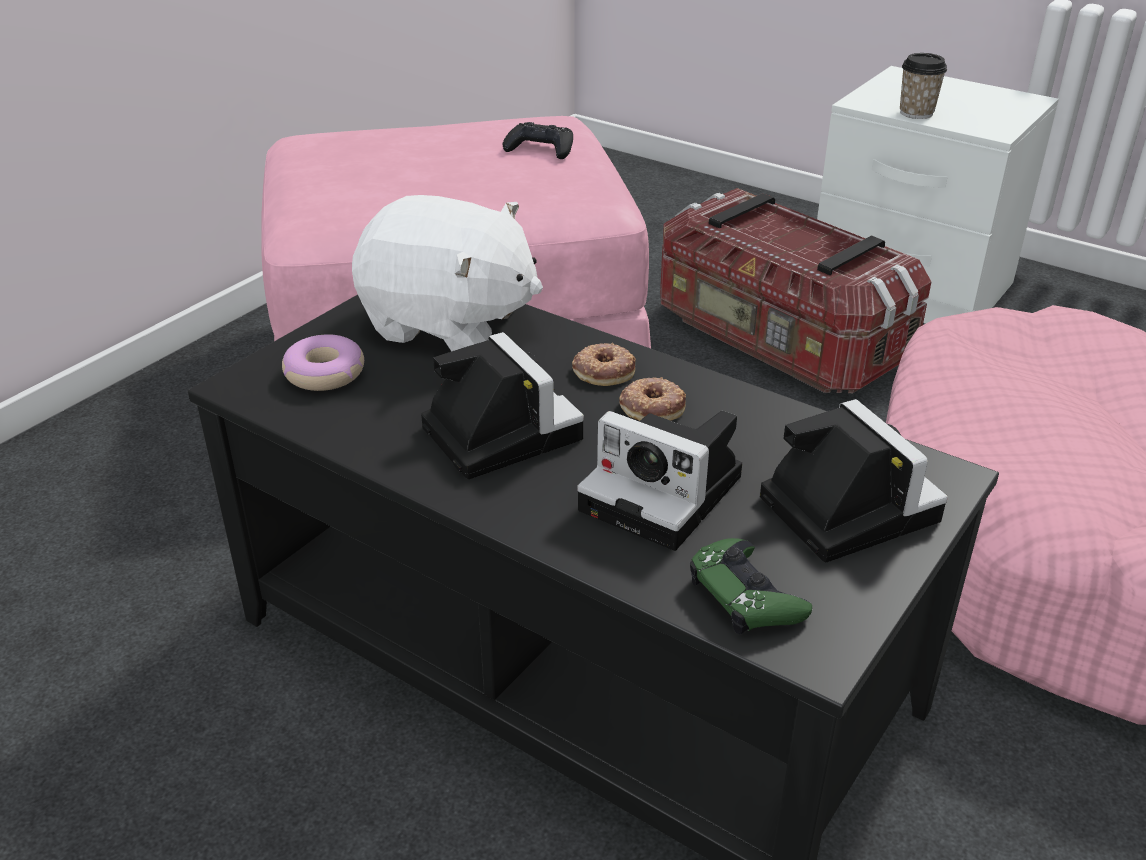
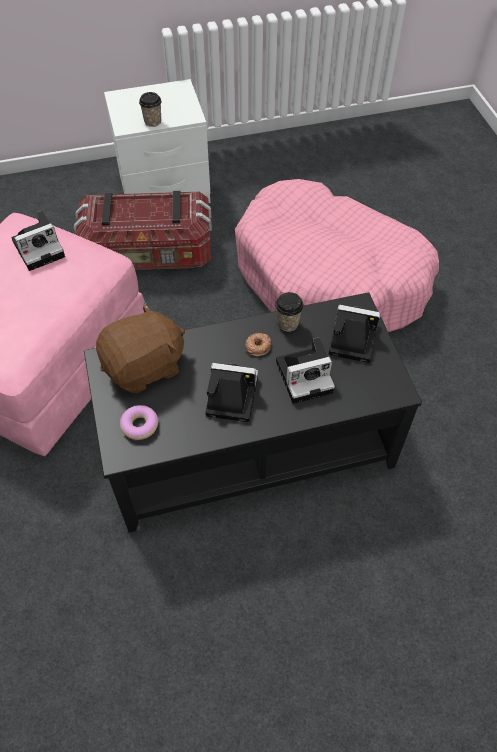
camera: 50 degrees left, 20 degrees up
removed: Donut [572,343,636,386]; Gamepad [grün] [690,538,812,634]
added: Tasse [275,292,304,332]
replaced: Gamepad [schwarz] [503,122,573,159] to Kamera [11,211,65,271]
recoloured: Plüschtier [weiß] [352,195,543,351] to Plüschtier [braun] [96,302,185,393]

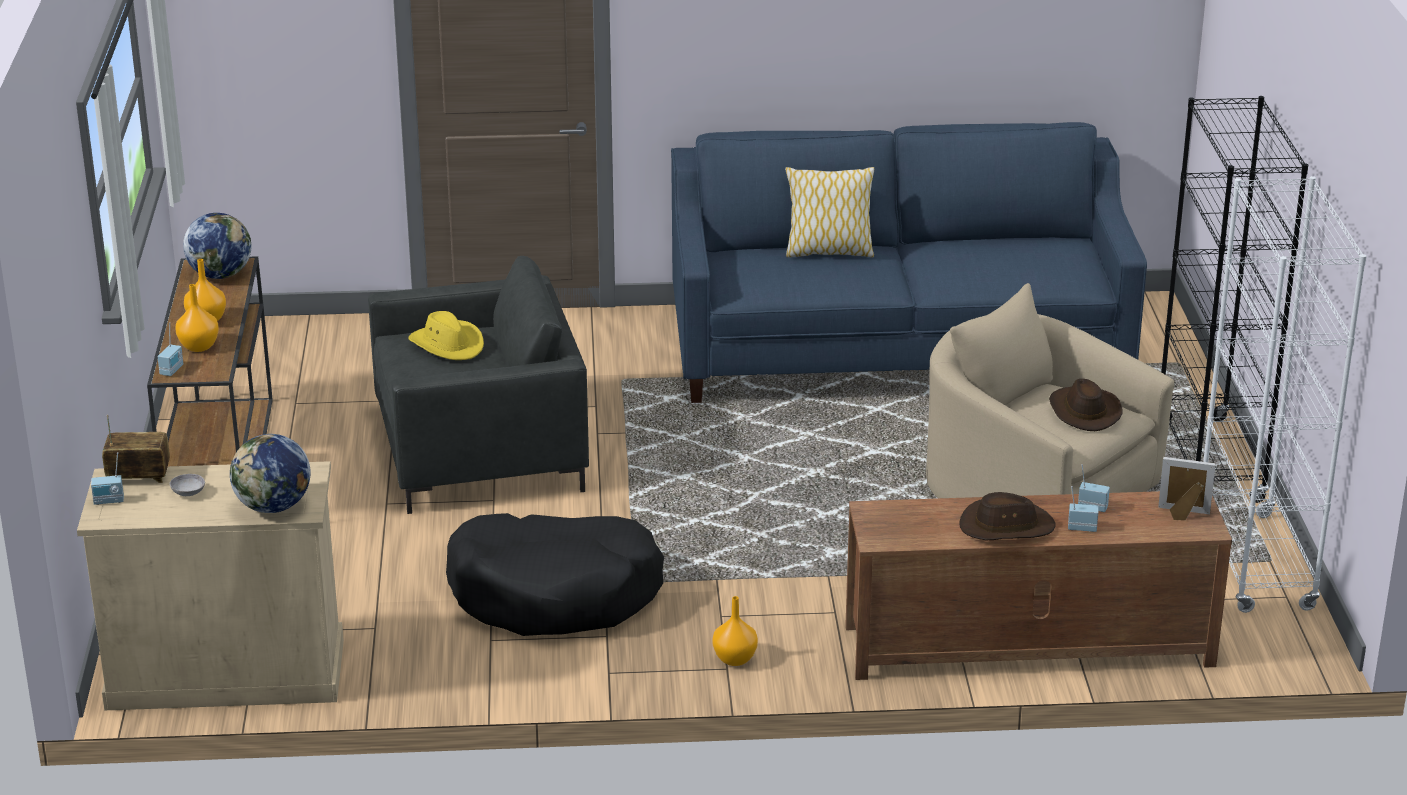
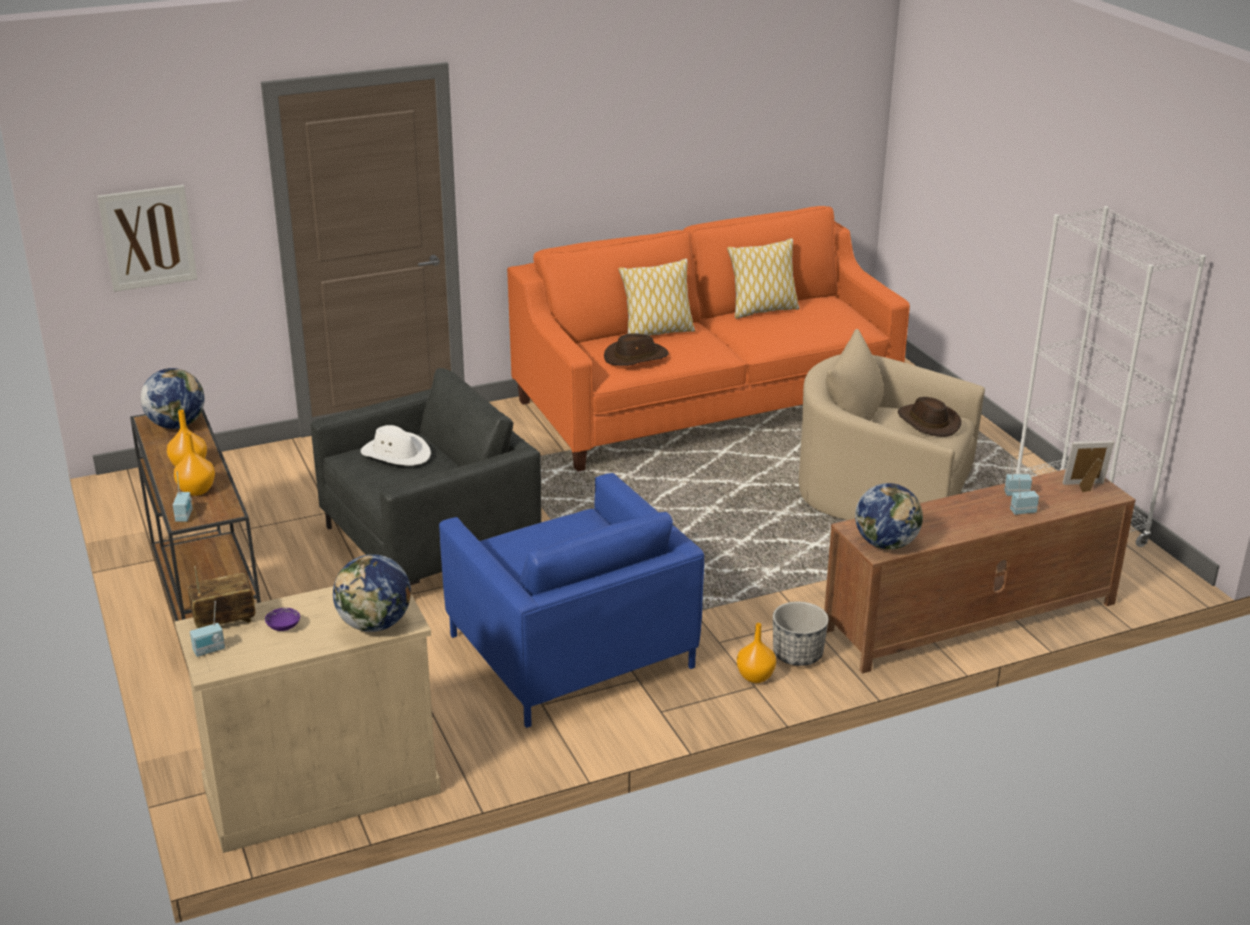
camera: 20 degrees left, 0 degrees up
removed: Bücherregal [schwarz] [1161,96,1308,503]
added: Bild [97,185,197,292]; Kissen [727,238,800,319]; Globus [855,483,923,550]; Pflanzkübel [773,602,829,666]
moved: Hut [braun] [960,492,1056,540] to [604,333,668,366]
replaced: Hundebett [schwarz] [446,513,664,636] to Sessel [blau] [439,473,704,728]
recoloured: Sofa [blau] [671,122,1147,403] to Sofa [orange] [507,206,910,472]; Hut [gelb] [409,311,484,360] to Hut [weiß] [361,425,431,466]; Schüssel [grau] [170,474,205,496] to Schüssel [lila] [265,608,300,631]

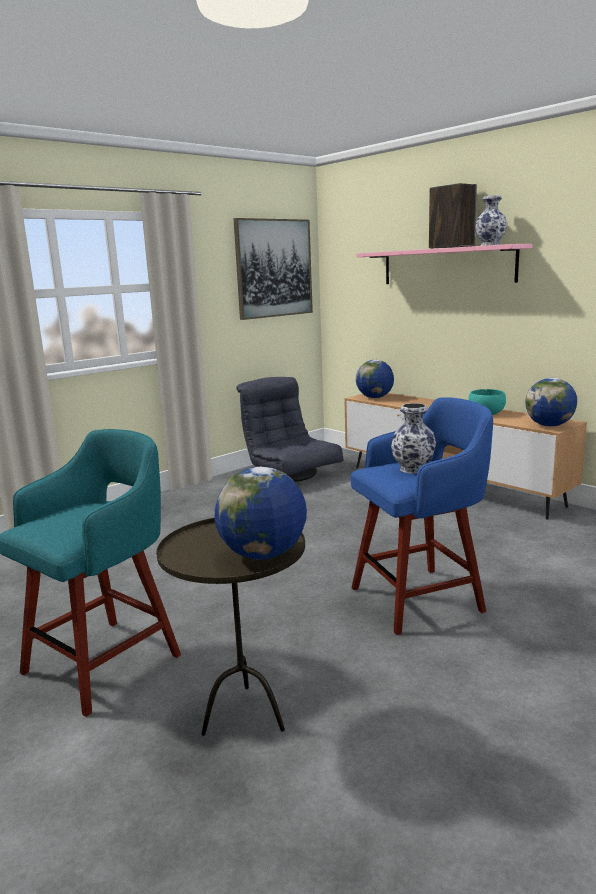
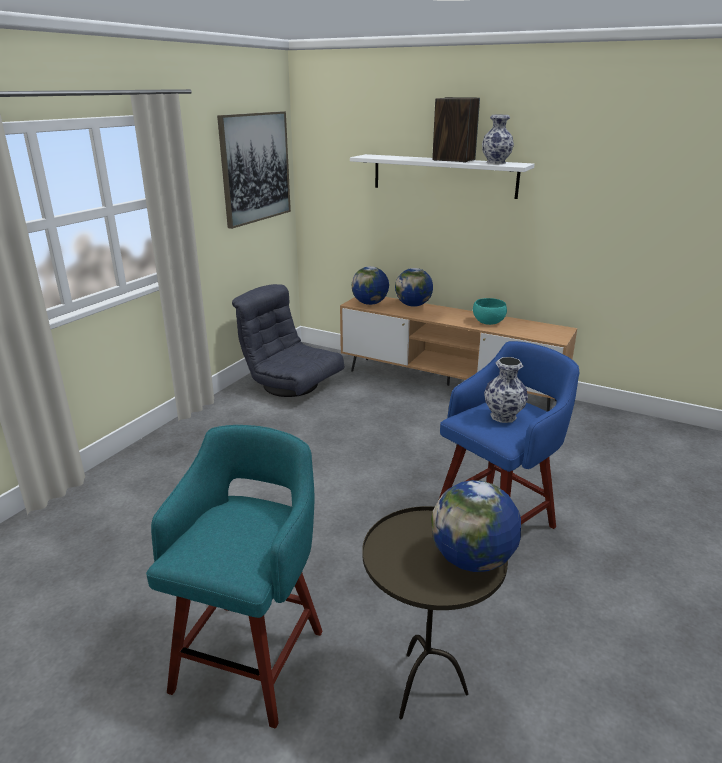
camera: 20 degrees left, 10 degrees up
moved: Globus [525,378,577,427] to [395,268,433,307]
recoloured: Wandregal [rosa] [357,244,533,284] to Wandregal [weiß] [350,154,534,199]

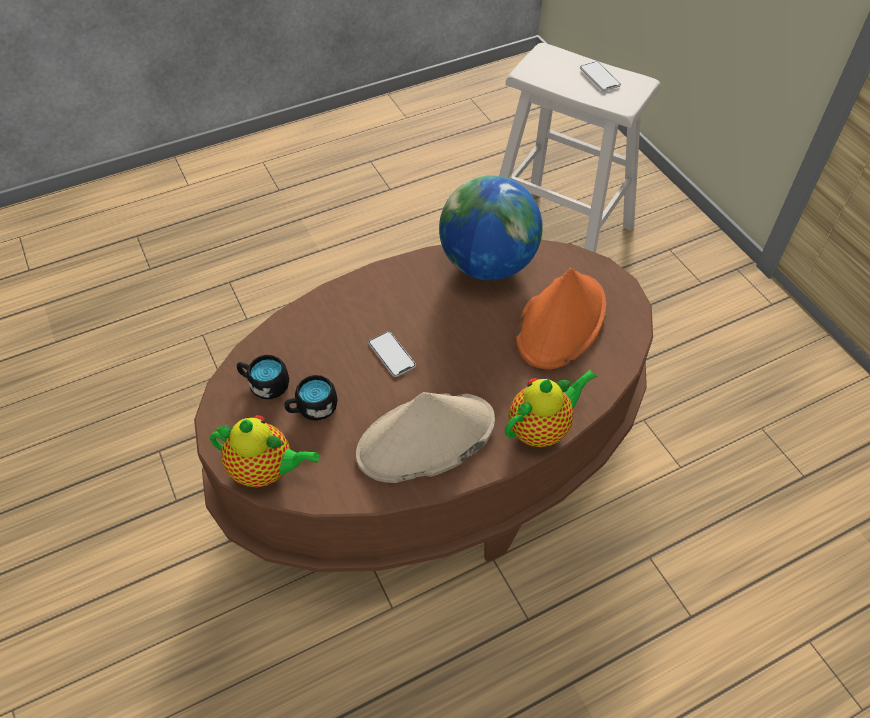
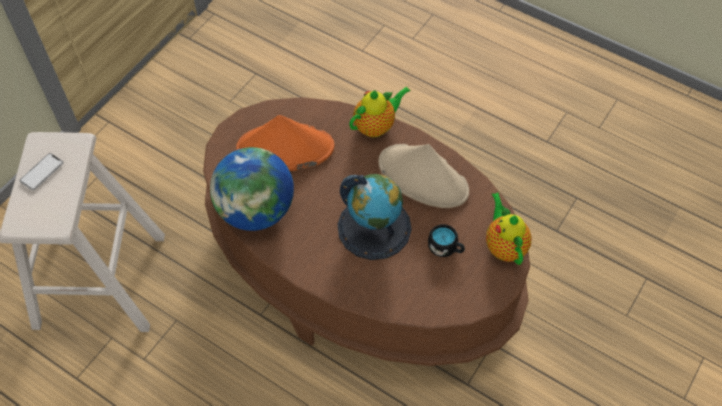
camera: 120 degrees left, 5 degrees up
removed: Henkelbecher [schwarz] [237,355,289,399]
replaced: Handy [368,331,416,377] to Globus [338,174,412,260]
turned: Teekanne [505,370,597,447] = [349,86,411,137] 120 degrees clockwise

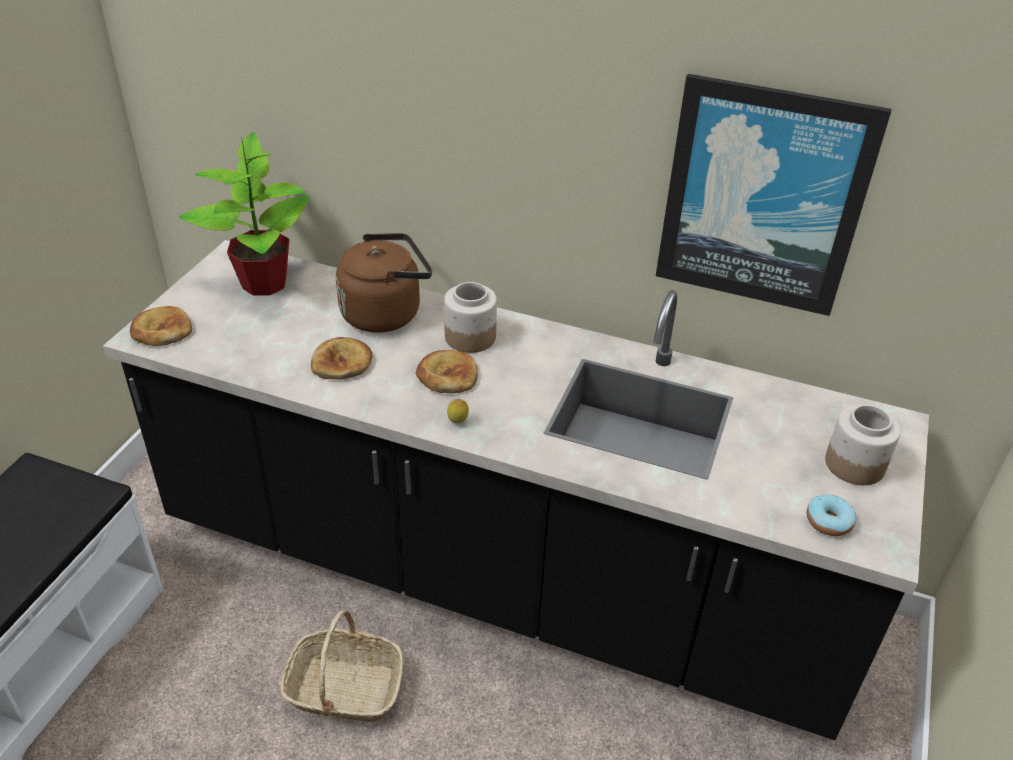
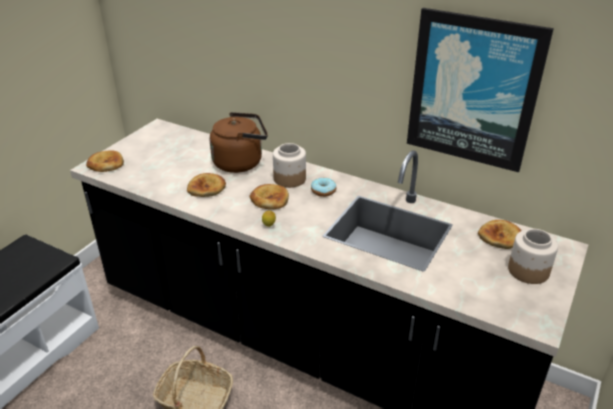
camera: 10 degrees right, 5 degrees down
removed: Topfpflanze [179,132,310,296]
added: Brot [478,220,522,249]
moved: Donut [806,494,856,536] to [311,178,336,197]

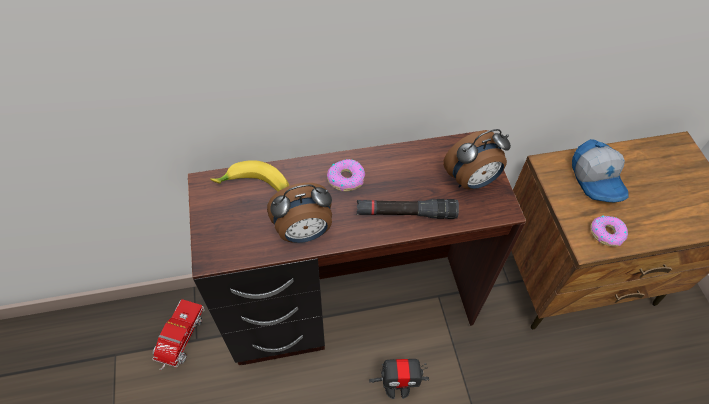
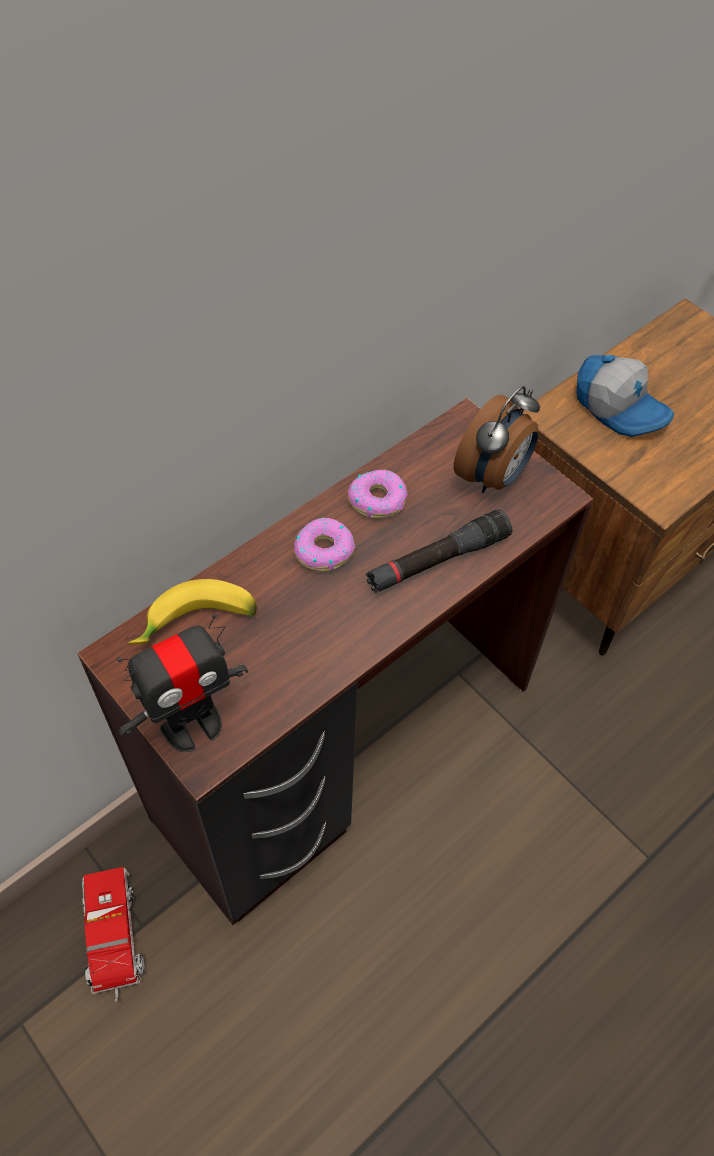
camera: 30 degrees left, 0 degrees up
removed: Wecker [267,183,332,243]
moved: Donut [590,215,628,247] to [348,469,407,519]; Spielzeugroboter [369,359,429,399] to [117,614,248,752]

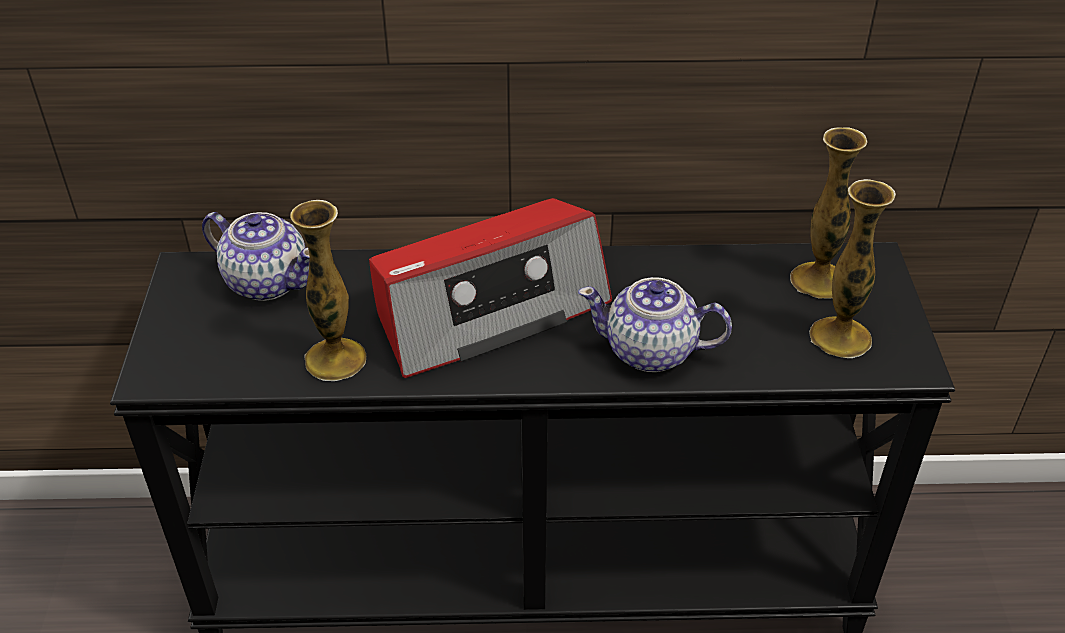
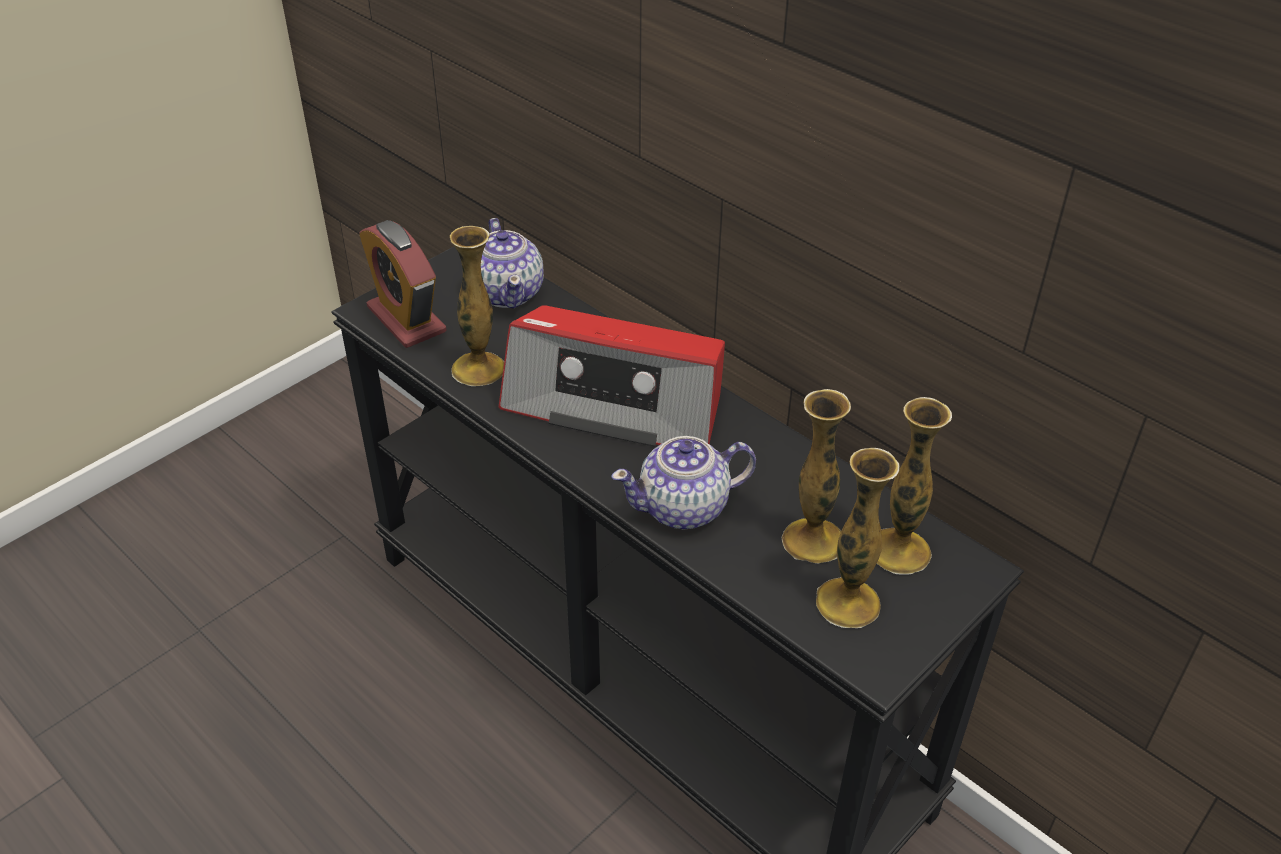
camera: 45 degrees right, 0 degrees up
added: Wecker [359,220,446,348]; Vase [782,389,851,564]
turned: Teekanne [578,277,732,372] = [611,436,756,529] 75 degrees counterclockwise

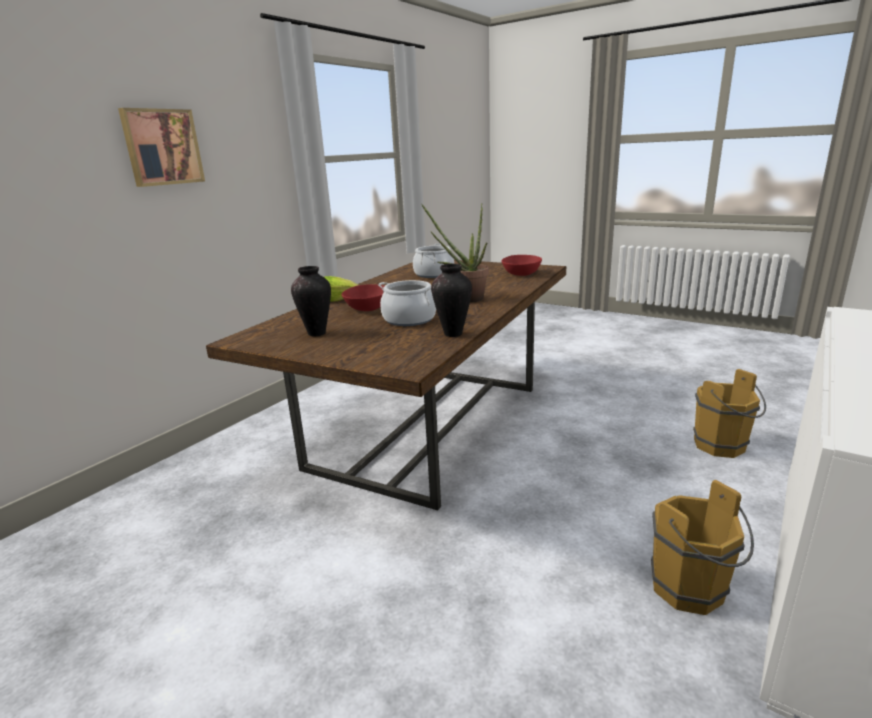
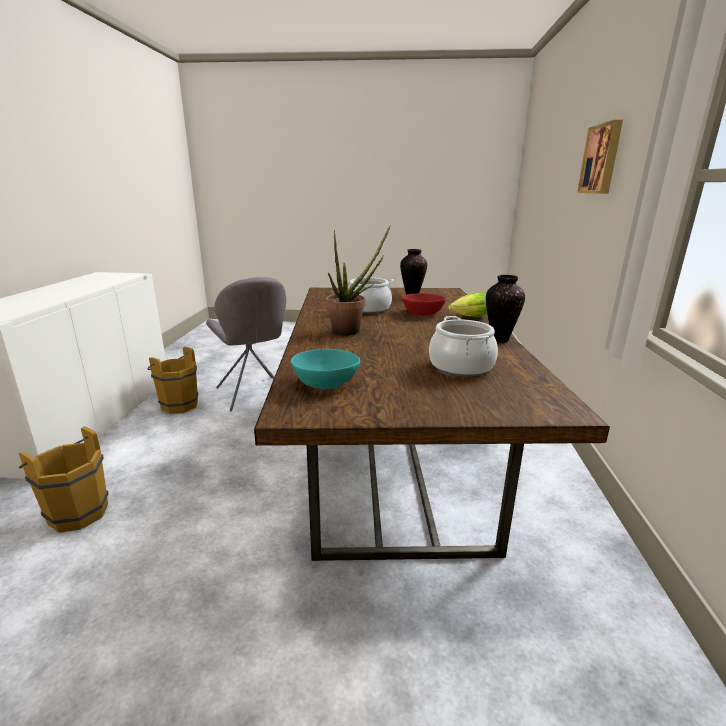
camera: 150 degrees right, 0 degrees up
added: Stuhl [grau] [206,277,286,411]
moved: Vase [431,264,472,337] to [486,275,525,343]
recoloured: Schüssel [rot] [501,255,542,276] to Schüssel [türkis] [291,349,360,389]

